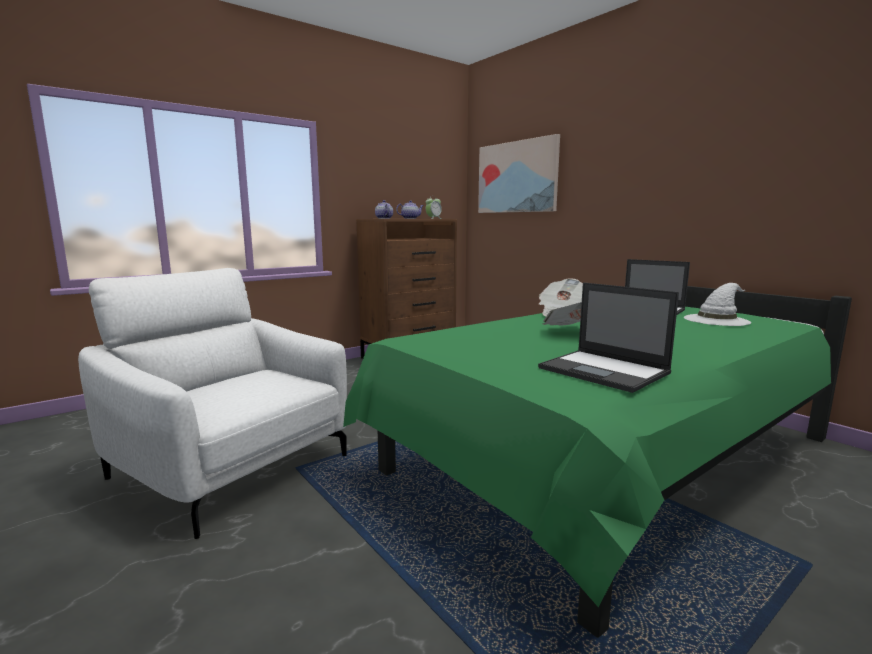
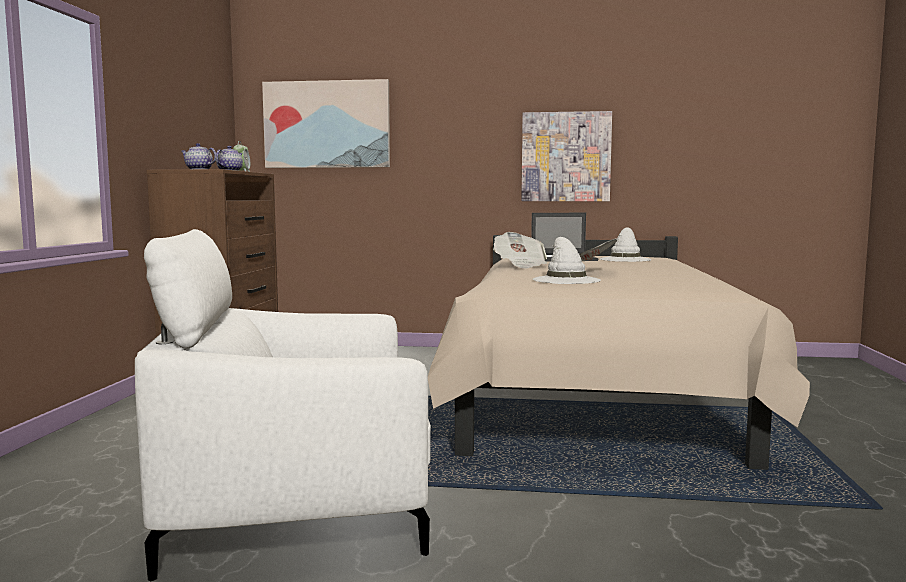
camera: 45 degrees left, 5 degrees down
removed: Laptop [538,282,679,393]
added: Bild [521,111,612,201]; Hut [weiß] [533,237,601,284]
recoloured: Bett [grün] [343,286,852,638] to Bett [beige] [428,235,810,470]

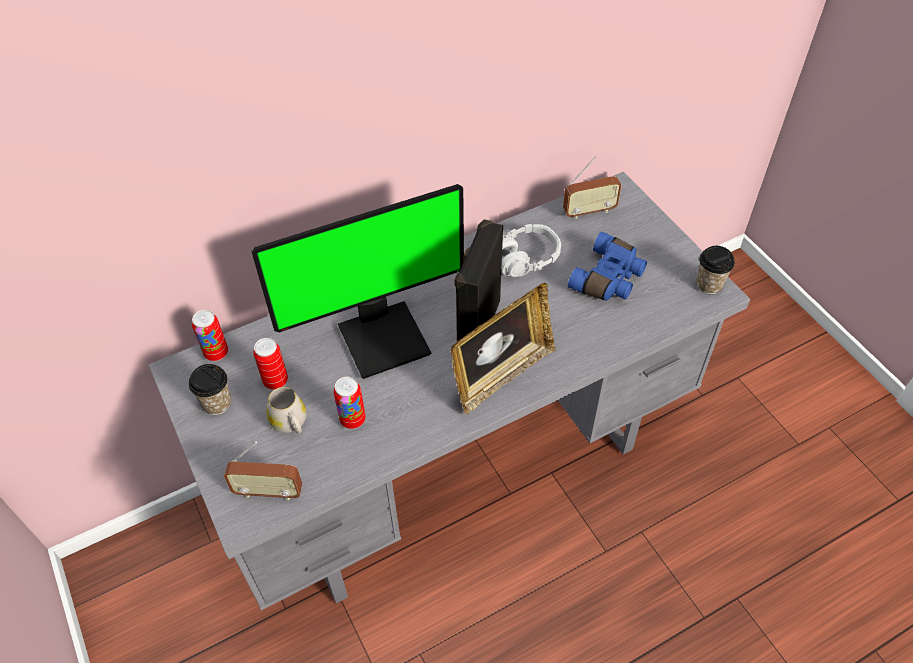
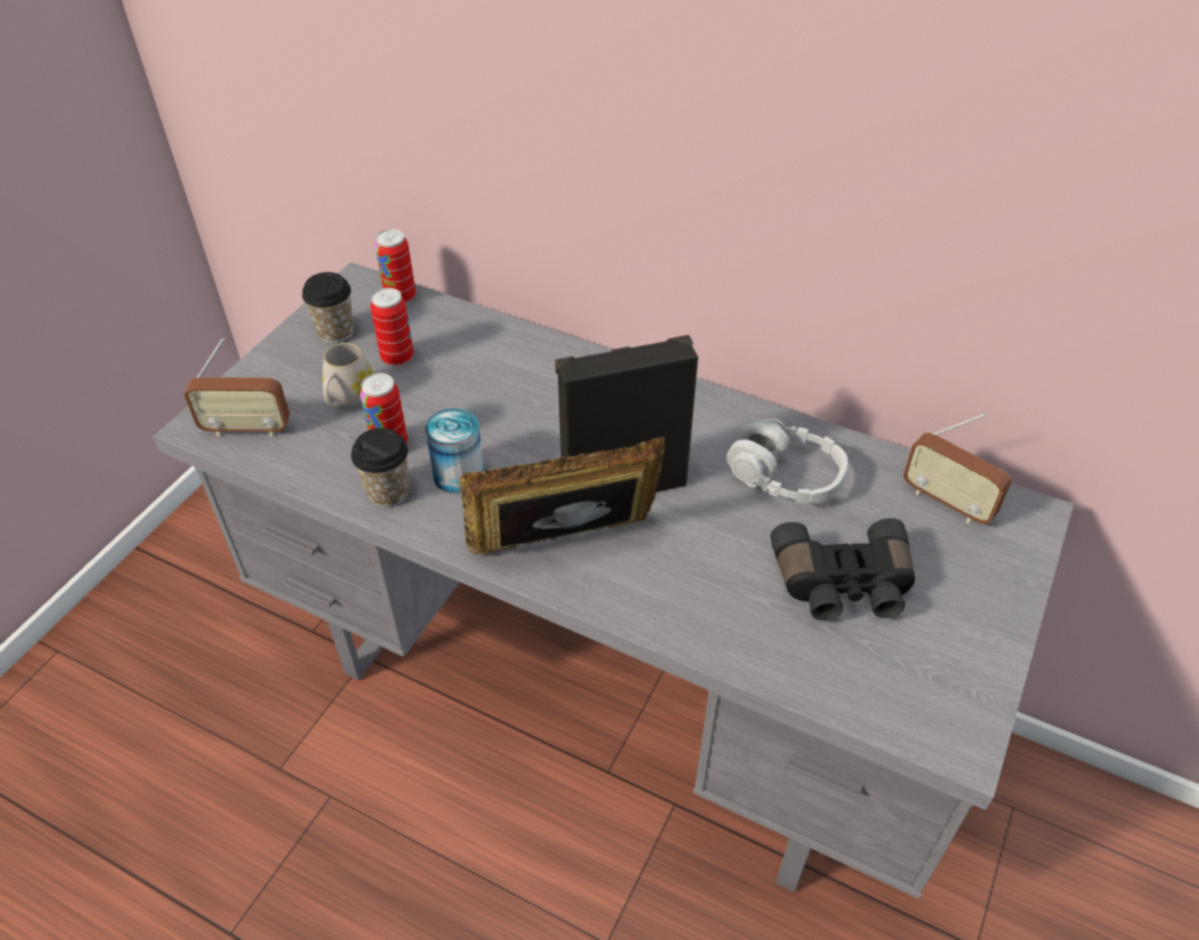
camera: 55 degrees right, 5 degrees down
removed: Monitor [252,184,464,379]
added: Dose [425,408,484,494]
moved: Tasse [696,246,735,294] to [351,428,409,507]
recoloured: Fernglas [blau] [568,232,647,300] to Fernglas [schwarz] [771,518,915,621]
turned: Bilderrahmen [451,283,556,415] = [460,437,665,555] 150 degrees clockwise; Radio [224,441,302,501] = [184,338,290,437] 60 degrees counterclockwise

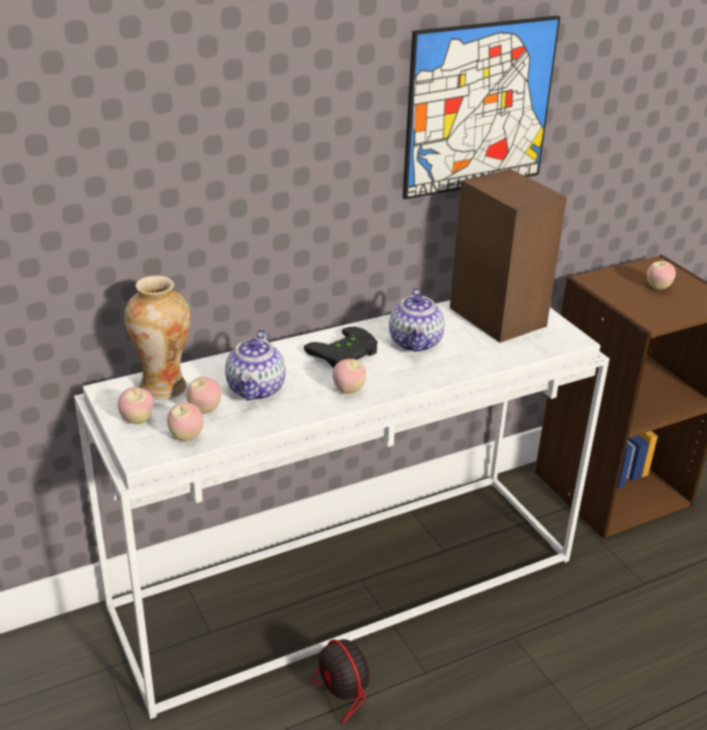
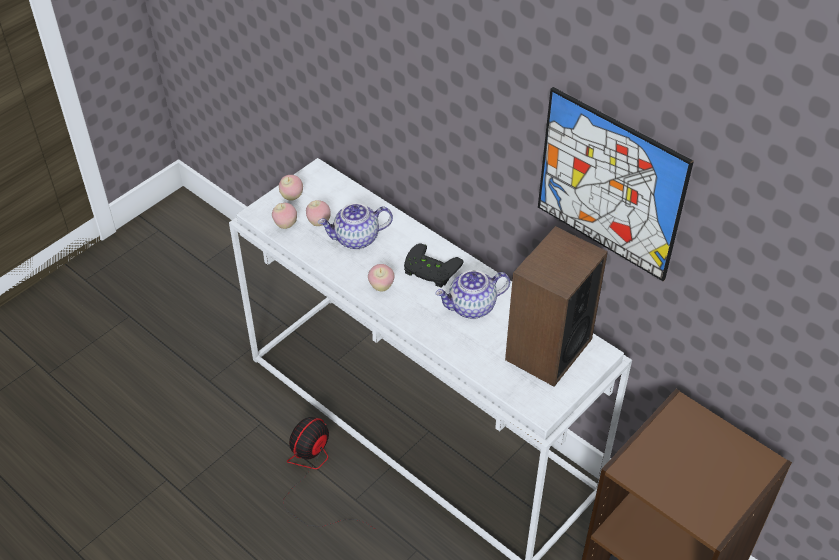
camera: 70 degrees right, 15 degrees up
removed: Apfel [647,260,676,290]; Vase [125,276,191,400]

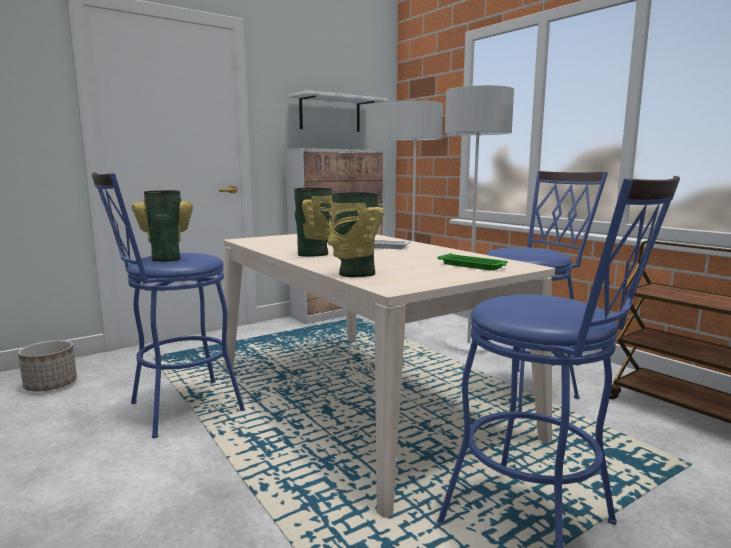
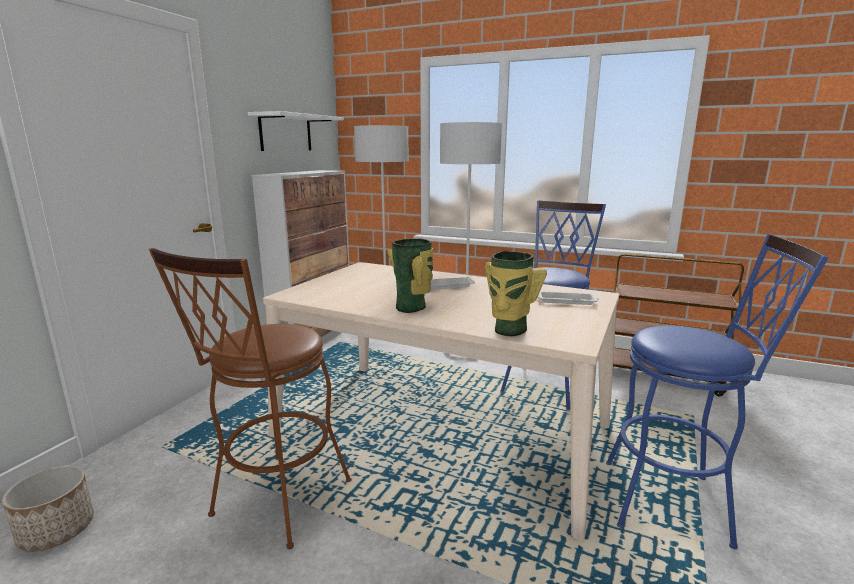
camera: 30 degrees left, 5 degrees up
removed: Vase [132,190,193,262]
recoloured: Hocker [blau] [91,172,246,438] to Hocker [braun] [149,248,352,549]; Tablett [grün] [437,253,508,271] to Tablett [weiß] [538,291,599,305]

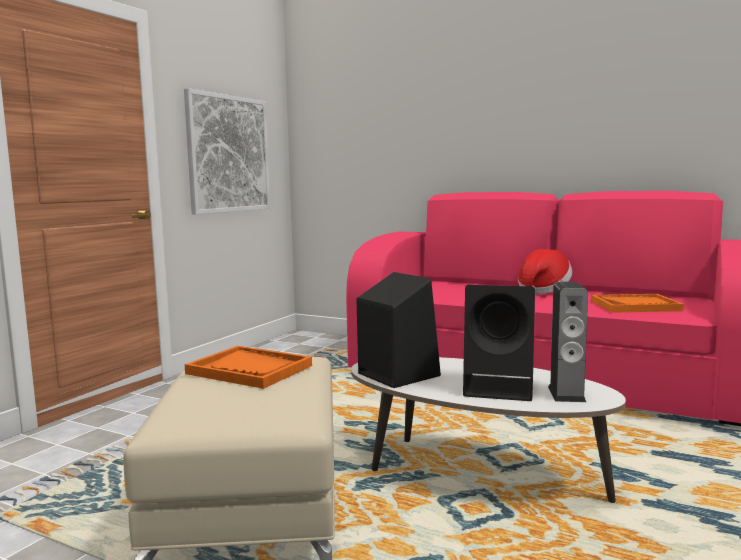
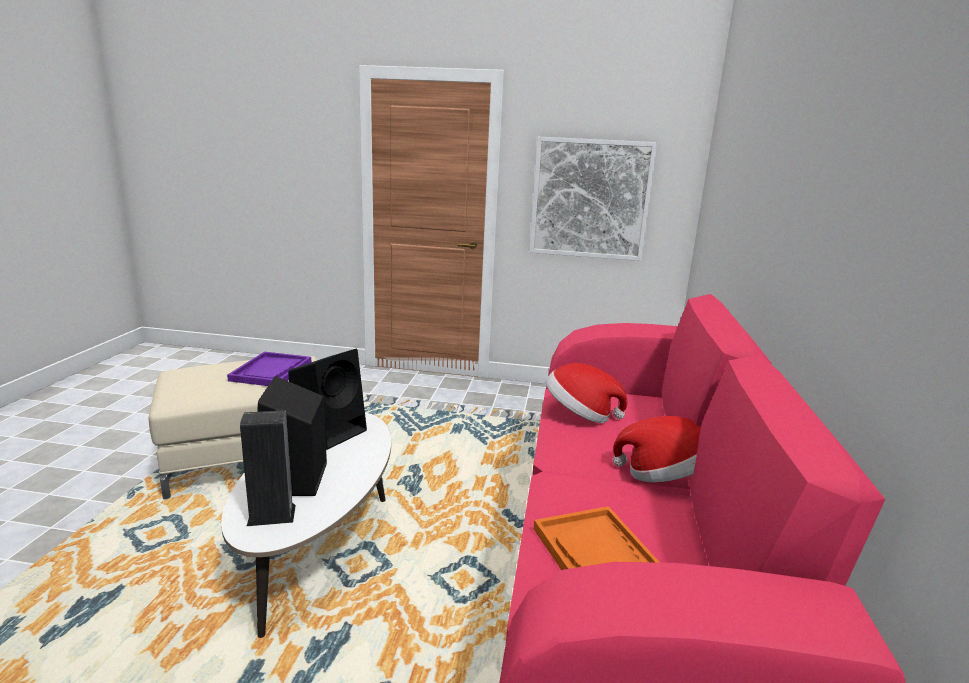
camera: 70 degrees right, 10 degrees up
added: Hut [546,363,627,423]
recoloured: Tablett [orange] [185,346,312,389] to Tablett [lila] [227,352,311,386]

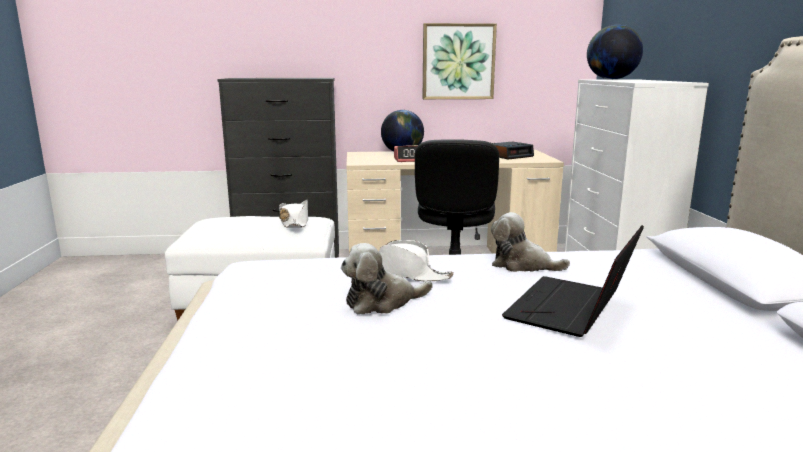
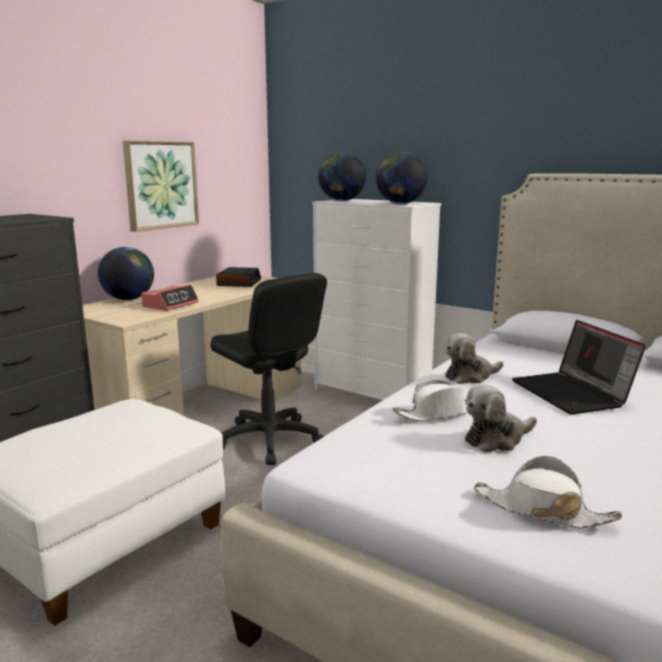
camera: 50 degrees left, 0 degrees up
added: Globus [376,151,428,204]
moved: Hut [weiß] [279,200,308,228] to [474,456,622,529]
turned: Plüschtier [341,243,433,314] = [465,385,537,452] 45 degrees clockwise

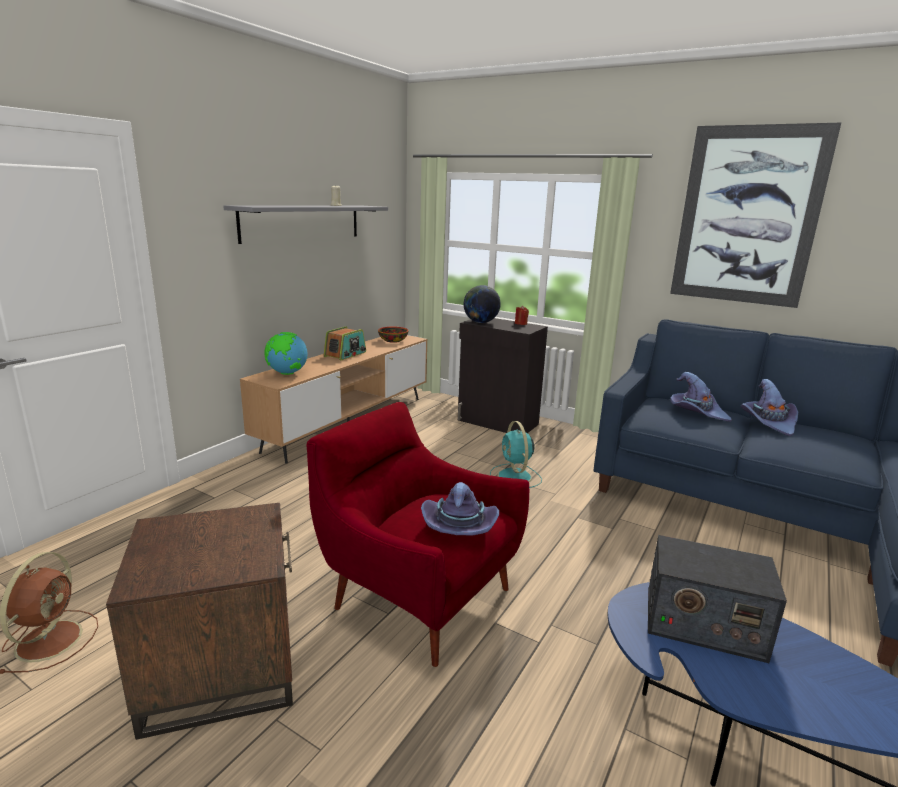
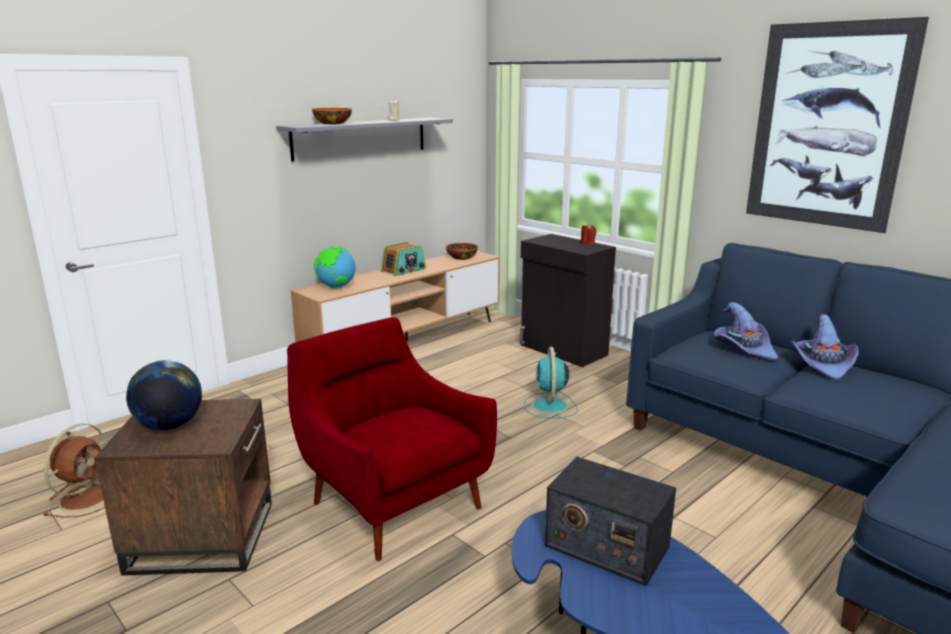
camera: 15 degrees right, 0 degrees up
removed: Hut [lila] [421,482,499,535]
added: Schüssel [312,108,352,124]
moved: Globus [463,285,501,323] to [126,360,202,430]

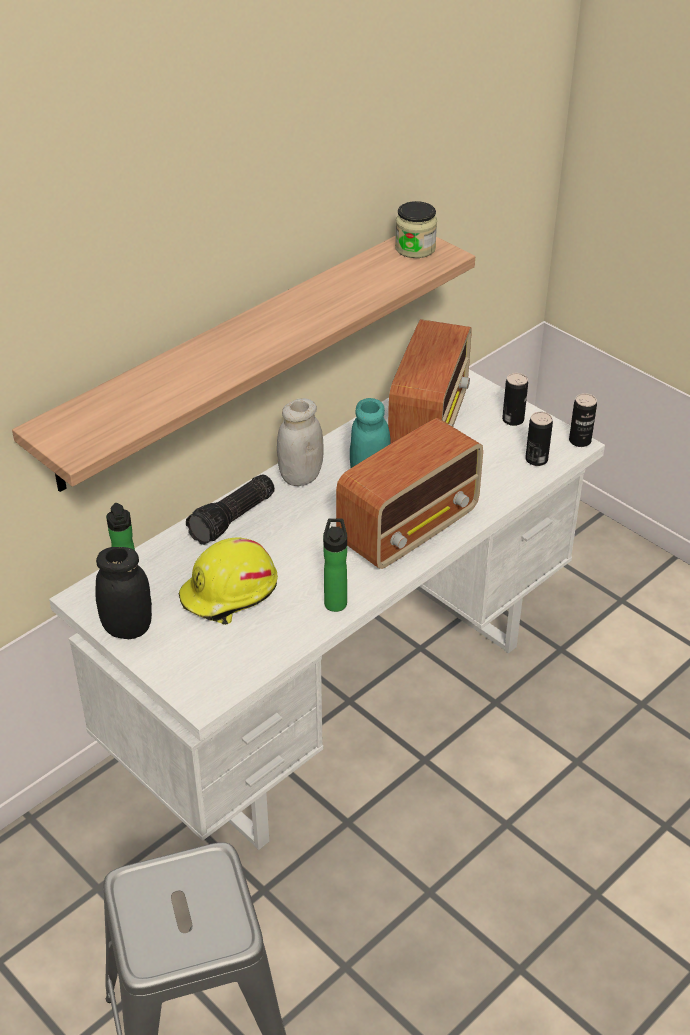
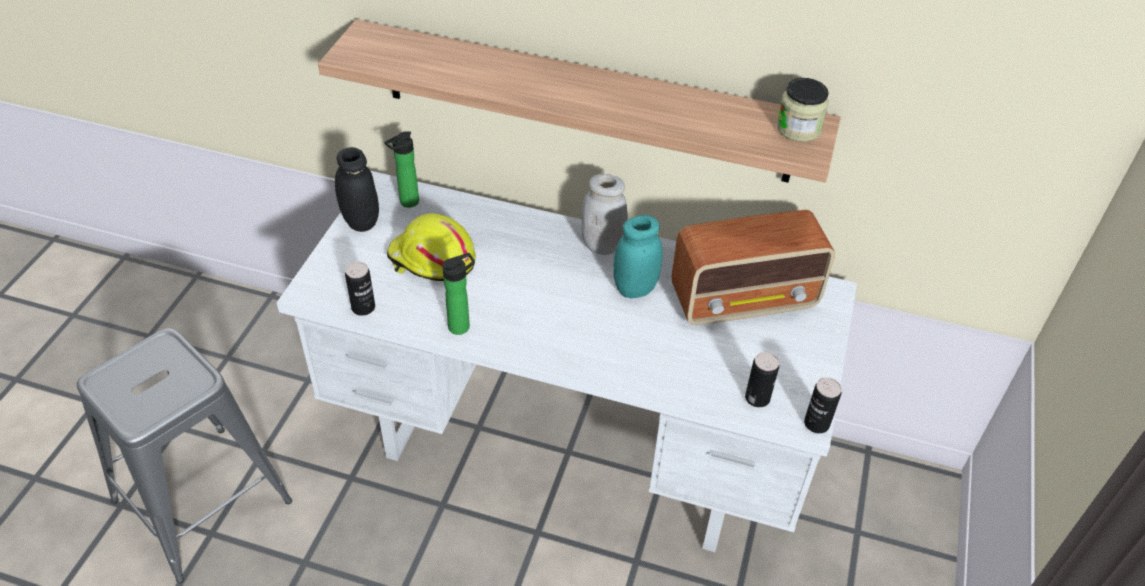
camera: 60 degrees right, 5 degrees up
removed: Radio [336,418,483,569]; Taschenlampe [186,474,275,545]
moved: Dose [502,373,528,426] to [345,262,375,316]

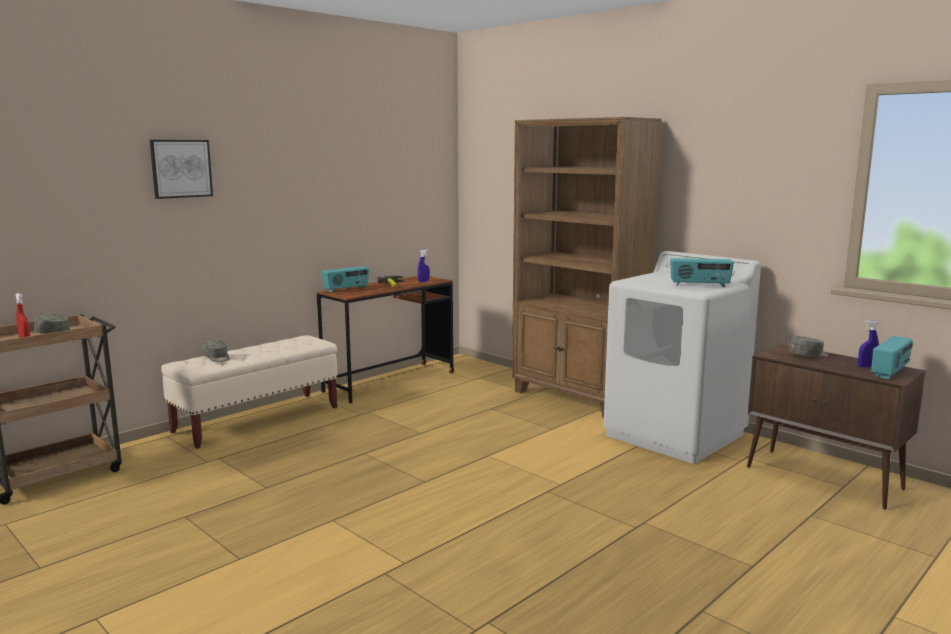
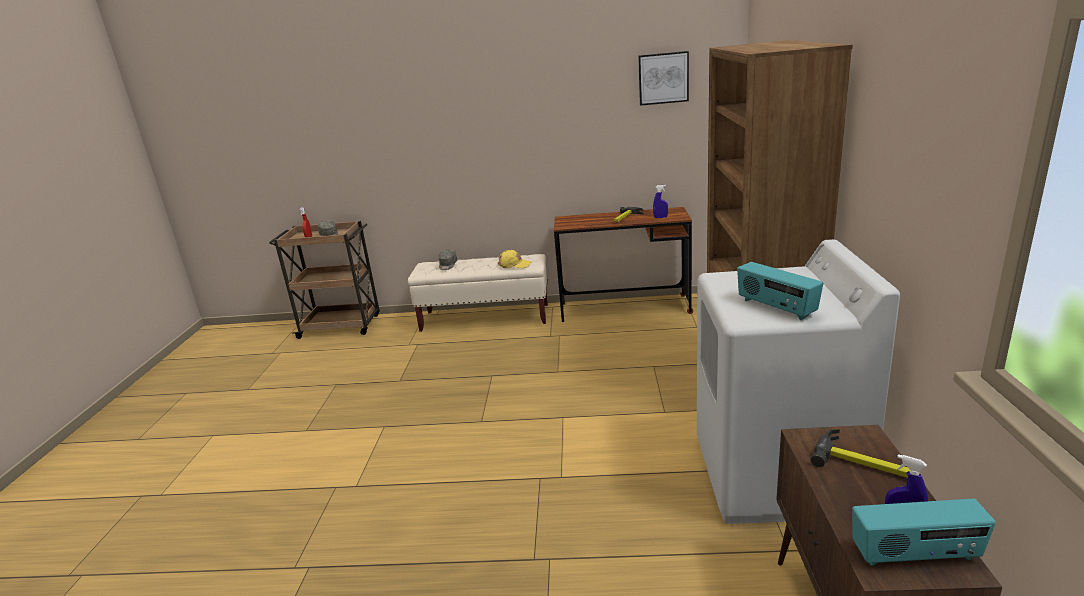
camera: 50 degrees right, 10 degrees up
removed: Radio [321,266,369,293]
added: Kappe [gelb] [498,250,532,268]
moved: Bild [149,140,213,199] to [638,51,689,106]
replaced: Kappe [grau] [789,336,829,357] to Hammer [811,429,910,478]

